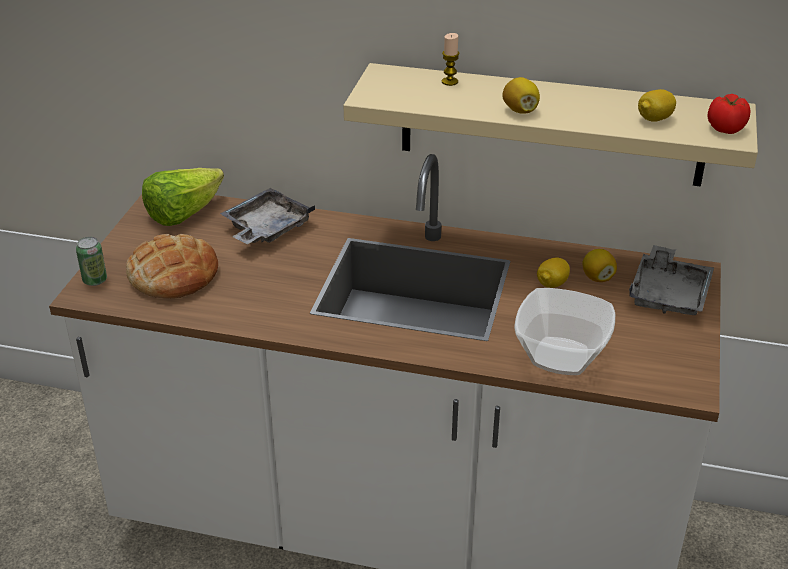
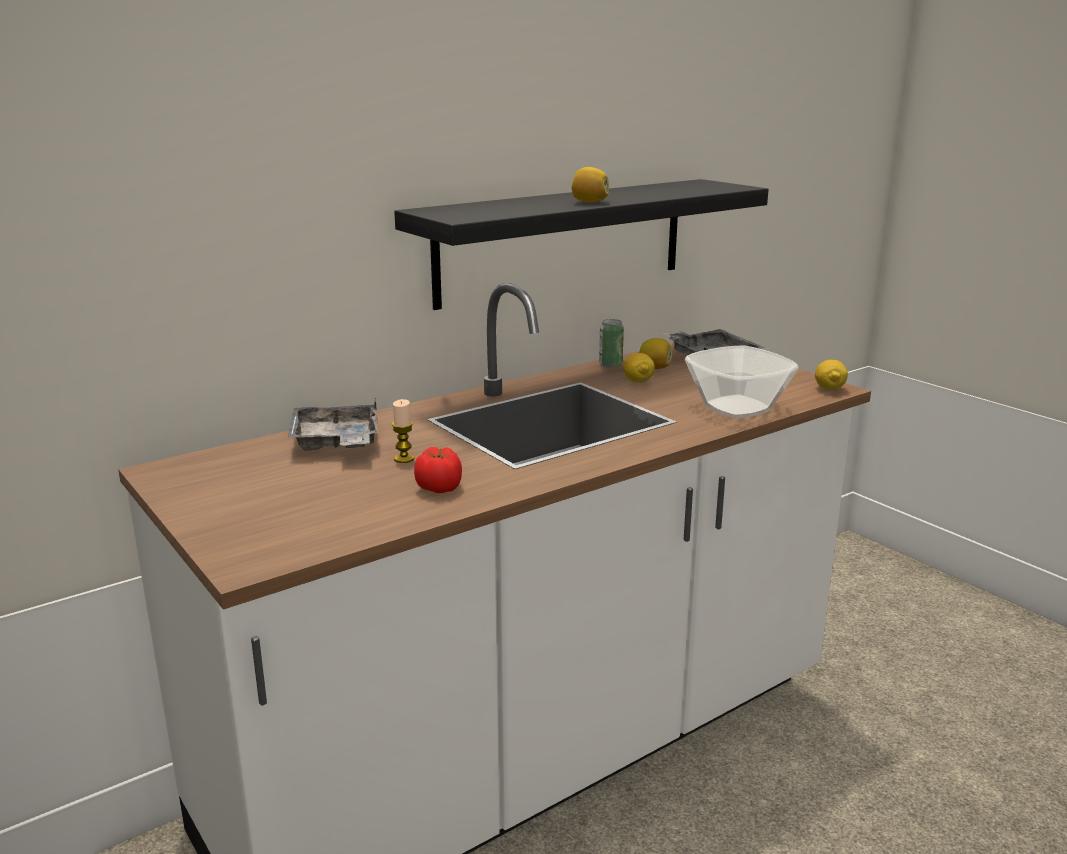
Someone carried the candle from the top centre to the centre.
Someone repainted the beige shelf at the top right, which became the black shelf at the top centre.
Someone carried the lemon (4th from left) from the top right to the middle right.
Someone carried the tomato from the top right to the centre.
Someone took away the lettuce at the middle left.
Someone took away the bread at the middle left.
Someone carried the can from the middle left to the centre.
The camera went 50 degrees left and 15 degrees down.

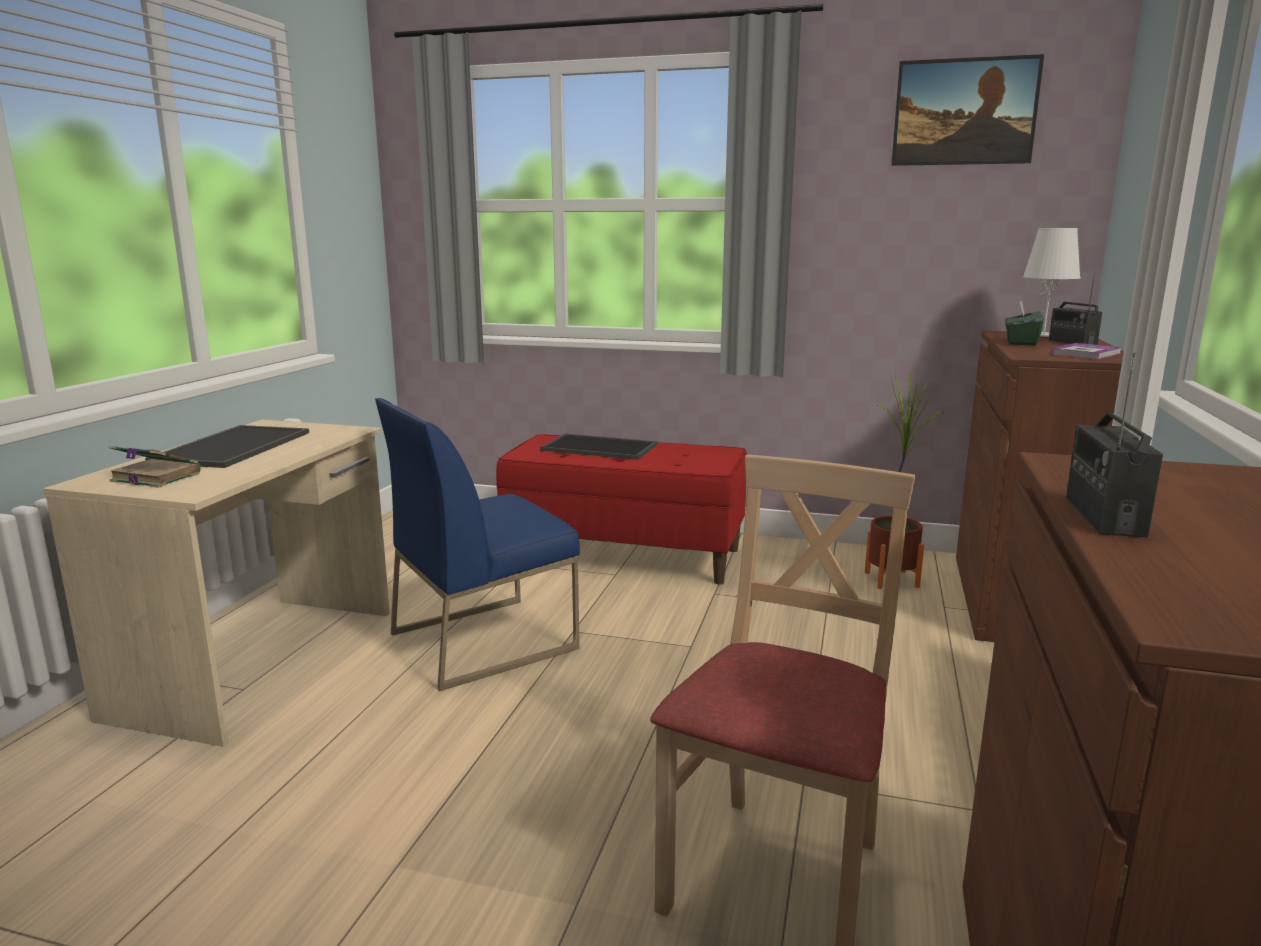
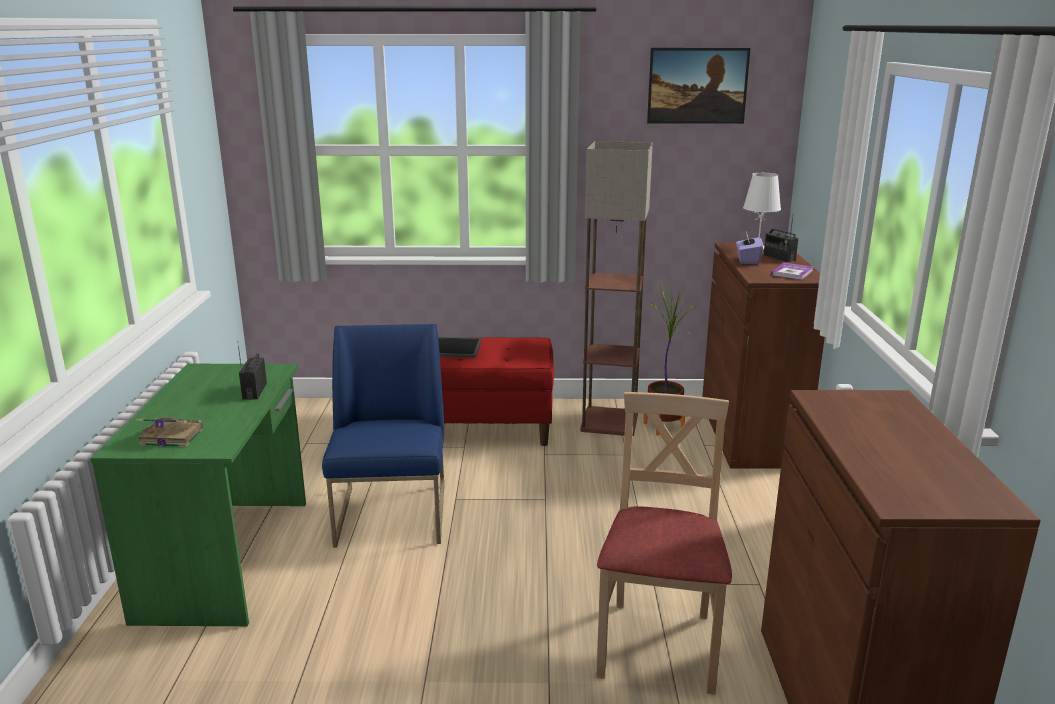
Someone repainted the green tissue box at the middle right, which became the purple tissue box at the middle right.
Someone carried the radio (2nd from left in the first image) from the middle right to the middle left.
Someone rotated the blue chair at the centre by 135 degrees clockwise.
Someone repainted the beige desk at the middle left, which became the green desk at the bottom left.
Someone took away the tray (1st from left) at the middle left.
Someone put down the floor lamp at the centre.
The camera went 15 degrees left and 5 degrees up.

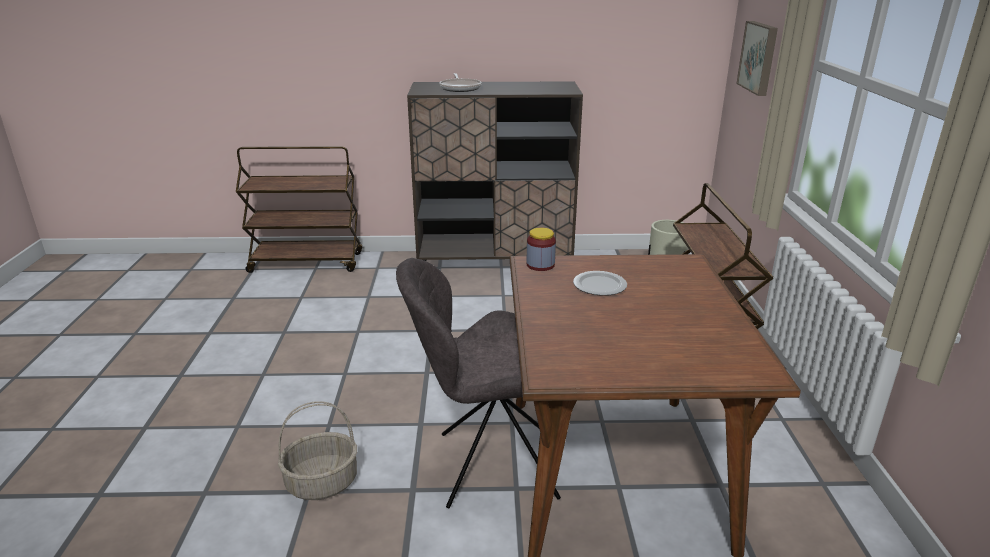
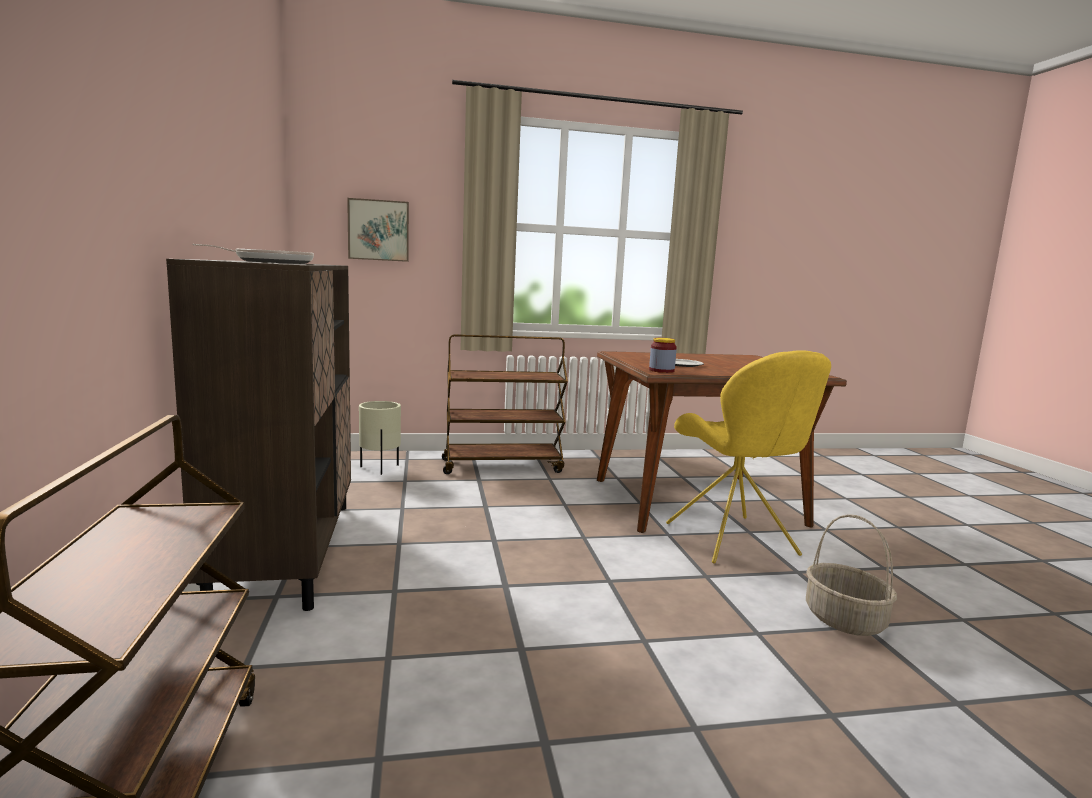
Someone repainted the grey chair at the bottom centre, which became the yellow chair at the middle right.
The camera went 100 degrees left and 15 degrees down.

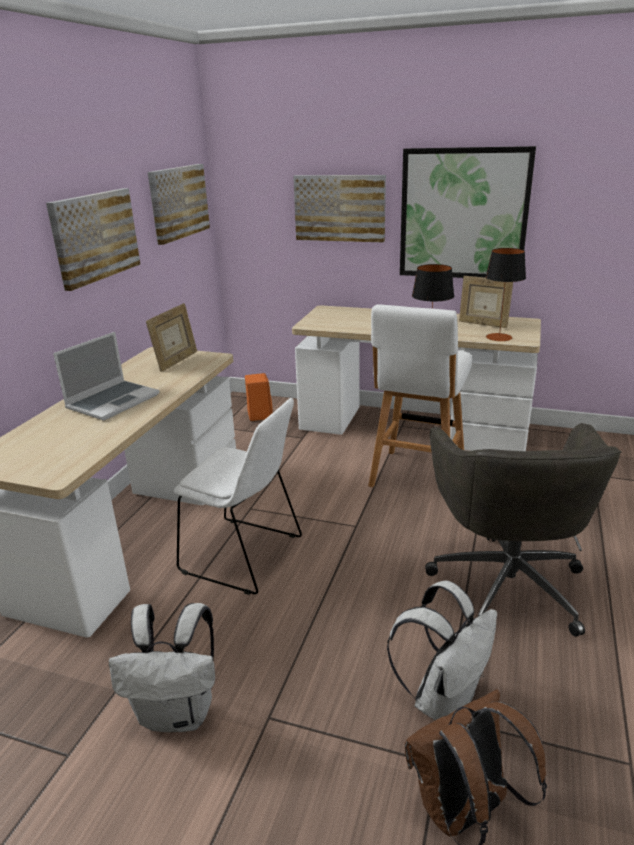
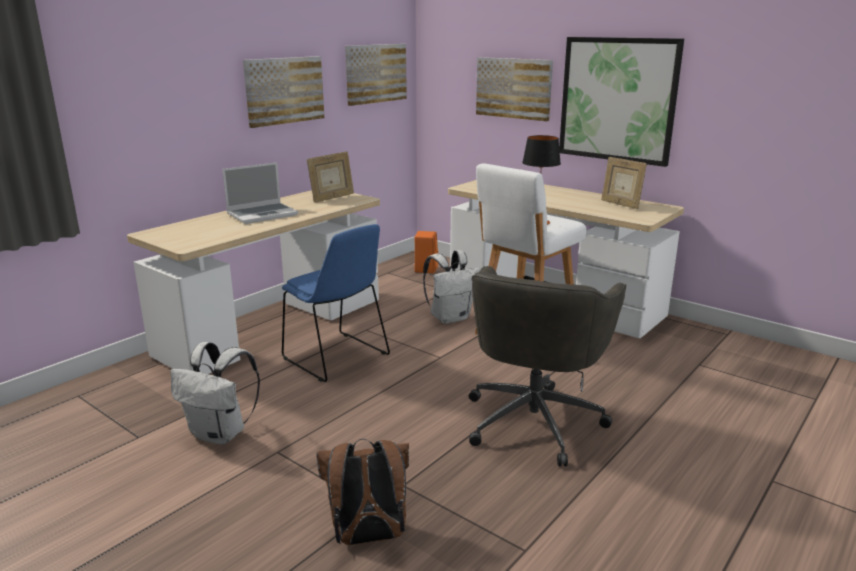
Someone took away the table lamp (2nd from left) at the middle right.
Someone repainted the white chair at the centre, which became the blue chair at the centre.
Someone carried the white backpack (2nd from left) from the bottom right to the centre.
The camera went 20 degrees right and 5 degrees down.

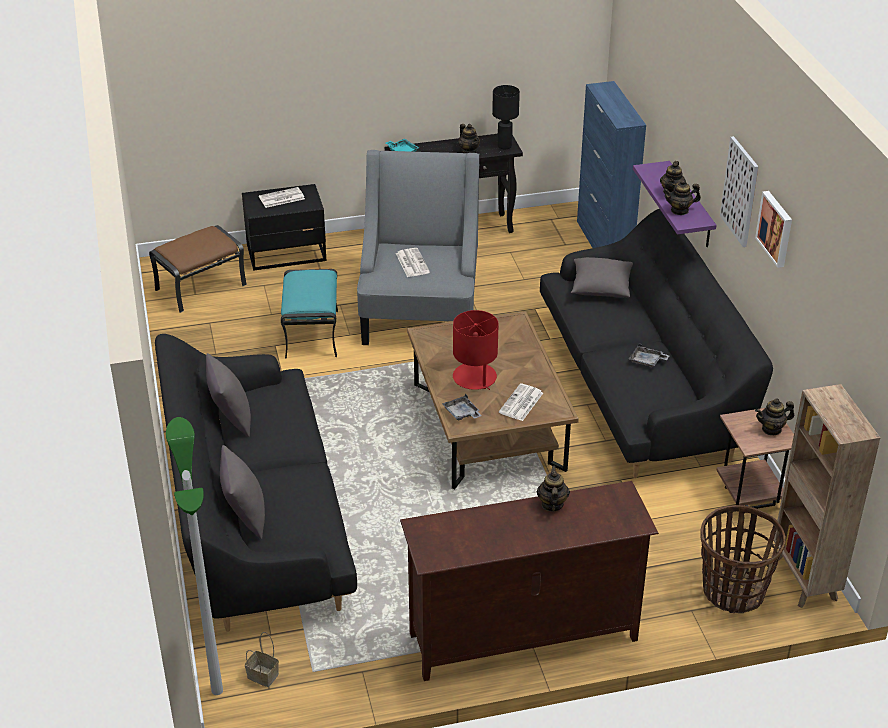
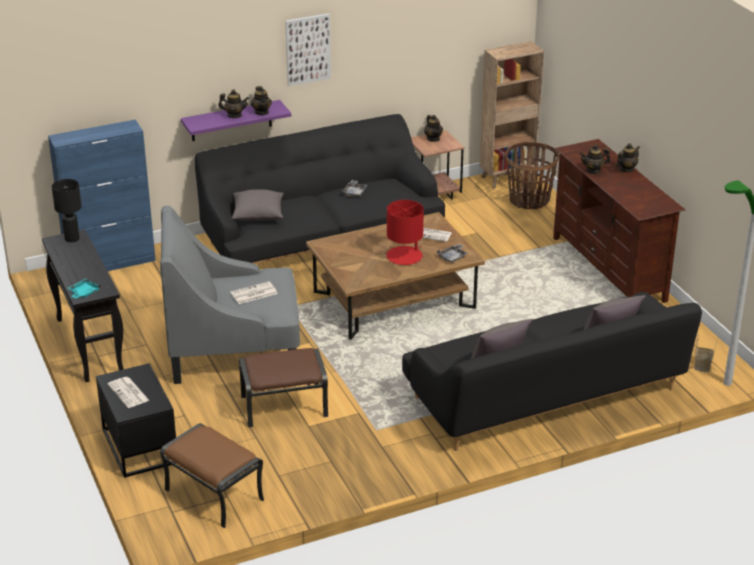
Someone carried the teapot (1st from left in the first image) from the top centre to the top right.
Someone took away the picture (2nd from left) at the top right.
Someone repainted the turquoise ottoman at the centre, which became the brown ottoman (2nd from left) at the bottom centre.
The camera went 100 degrees left and 5 degrees down.

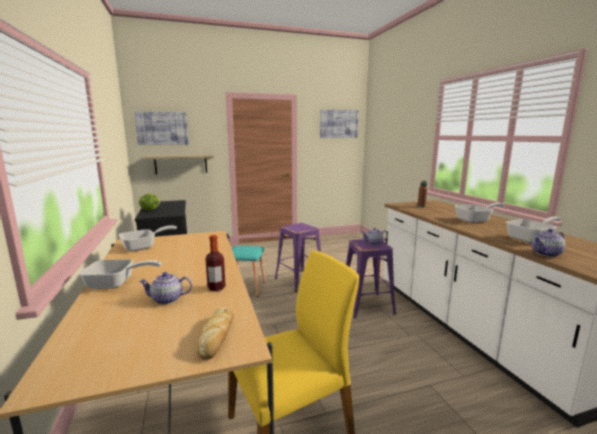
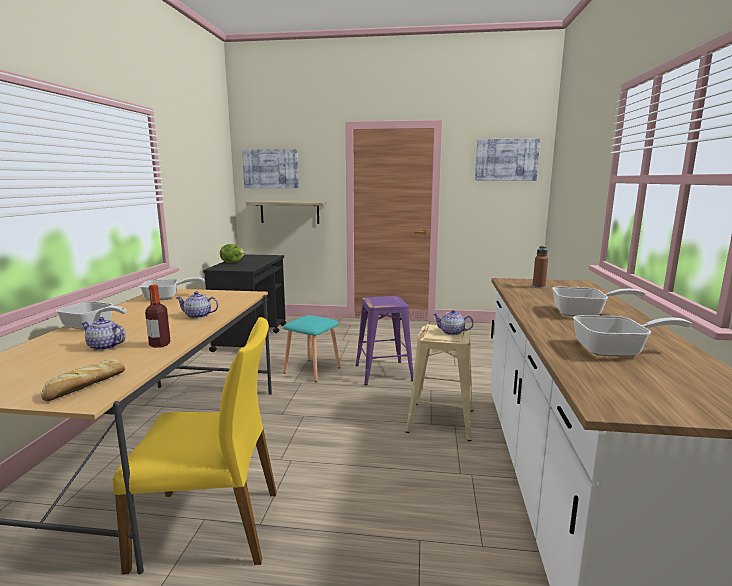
Someone carried the teapot (3rd from left in the first image) from the middle right to the middle left.
Someone repainted the purple stool (2nd from left) at the centre, which became the beige stool at the centre.
The camera went 25 degrees right and 0 degrees up.

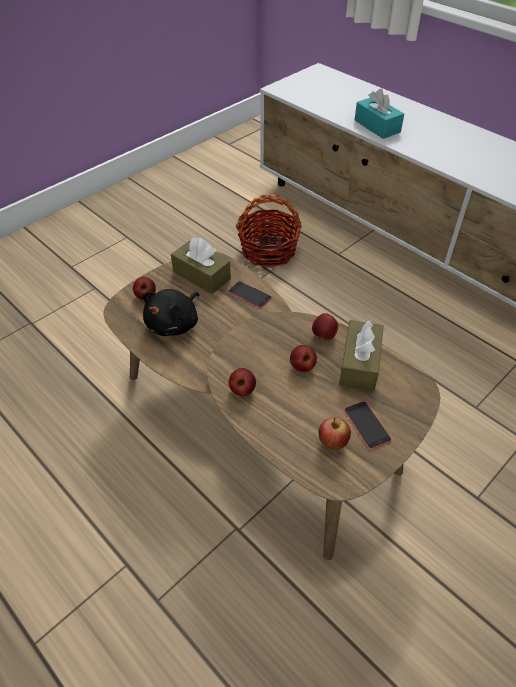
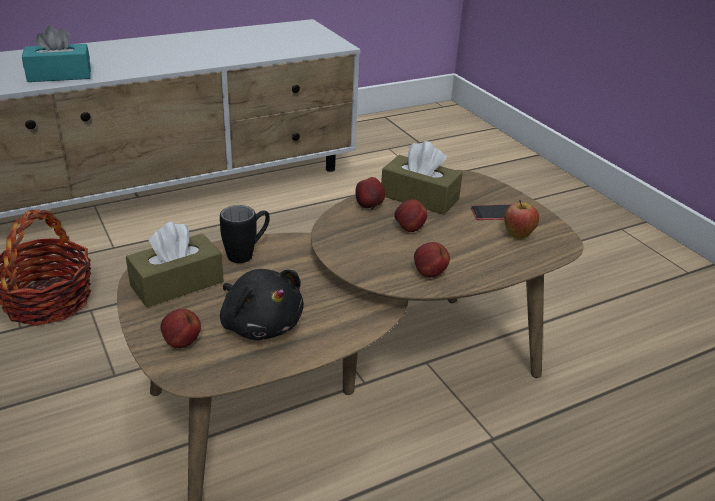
Someone swapped the phone (1st from left) at the centre for the black mug at the centre.
The camera went 75 degrees left and 15 degrees down.

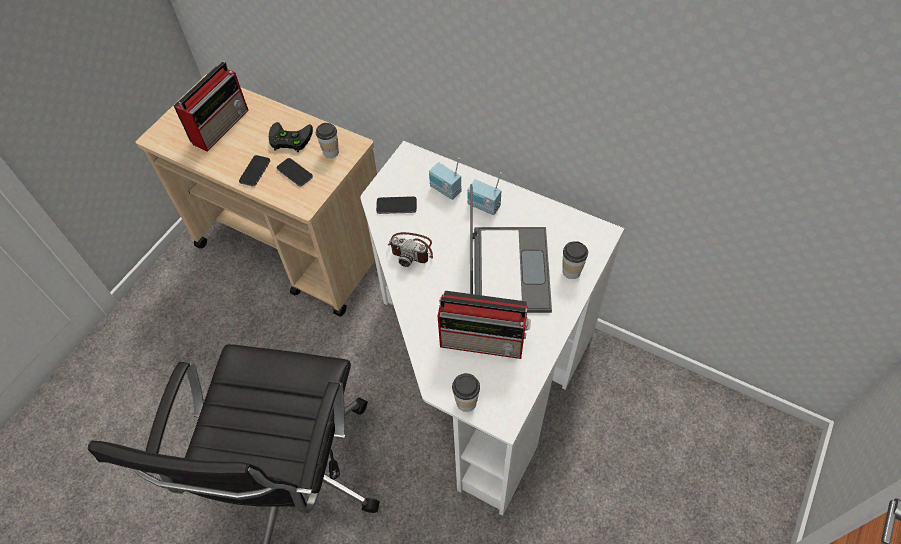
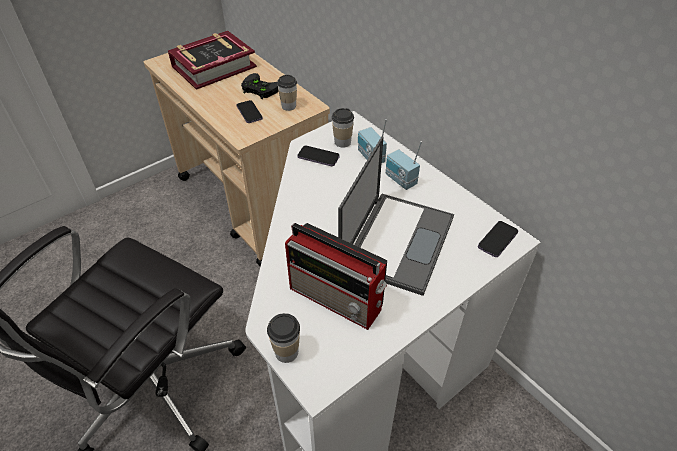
Someone swapped the radio (1st from left) at the top left for the book at the top left.
Someone carried the phone (1st from left in the first image) from the top left to the middle right.
Someone took away the photo camera at the centre.
Someone carried the cup (3rd from left) from the centre to the top centre.
The camera went 20 degrees right and 10 degrees down.

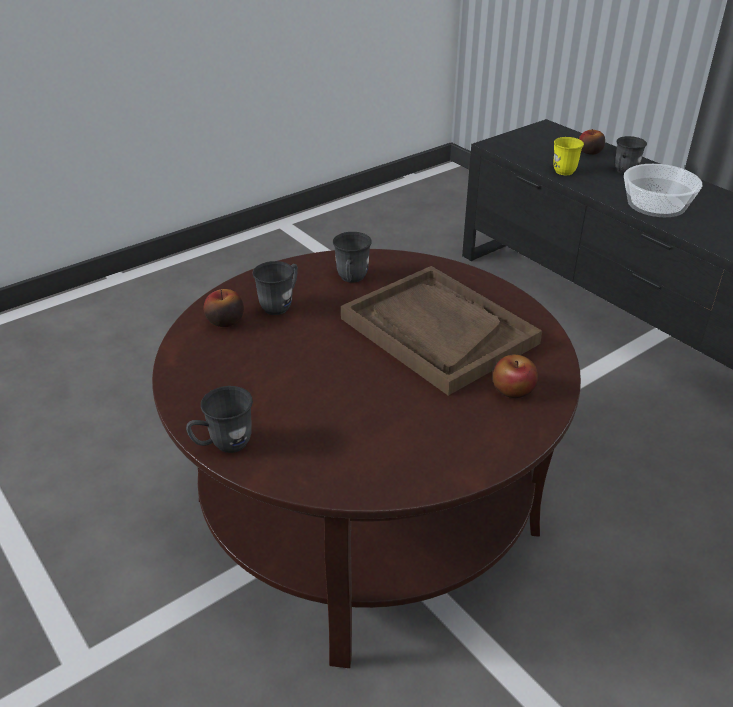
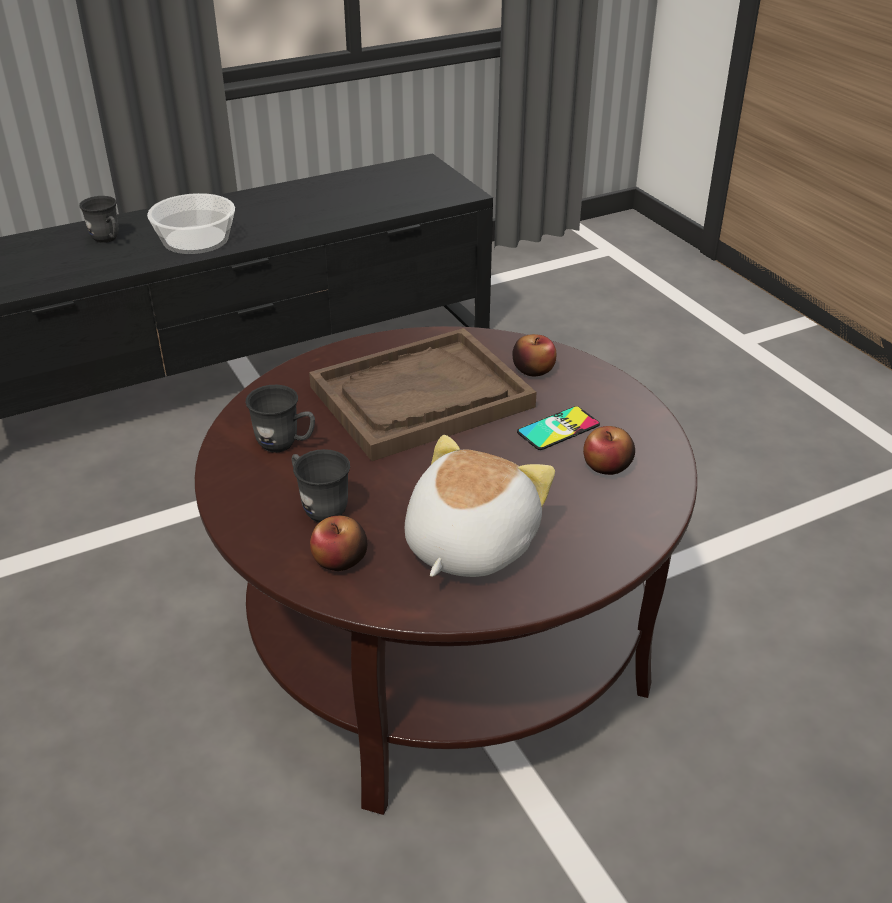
Someone carried the apple (3rd from left) from the top right to the middle right.
Someone took away the yellow mug at the top right.
Someone took away the grey mug (1st from left) at the middle left.
Someone put down the phone at the centre.
Someone put down the plush toy at the centre.
The camera went 80 degrees left and 0 degrees up.

